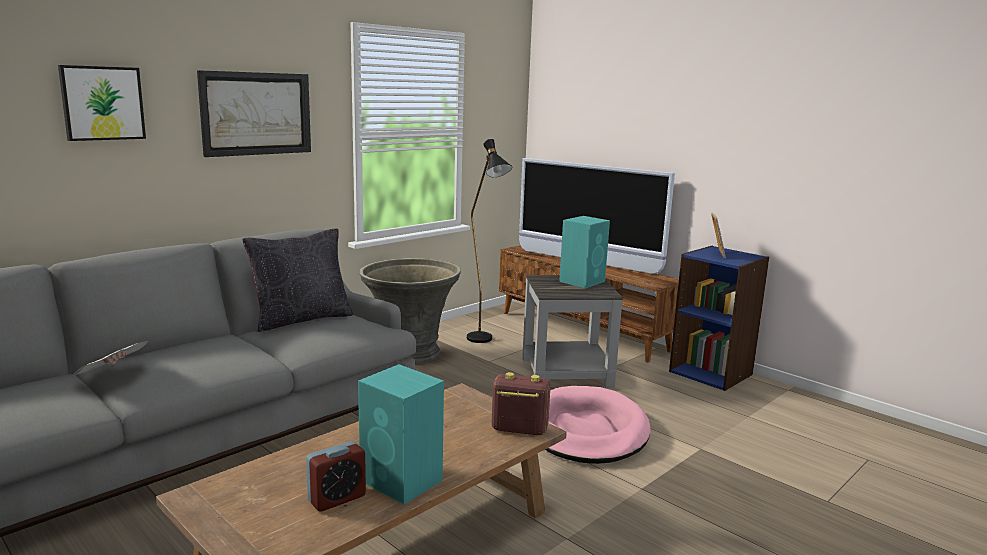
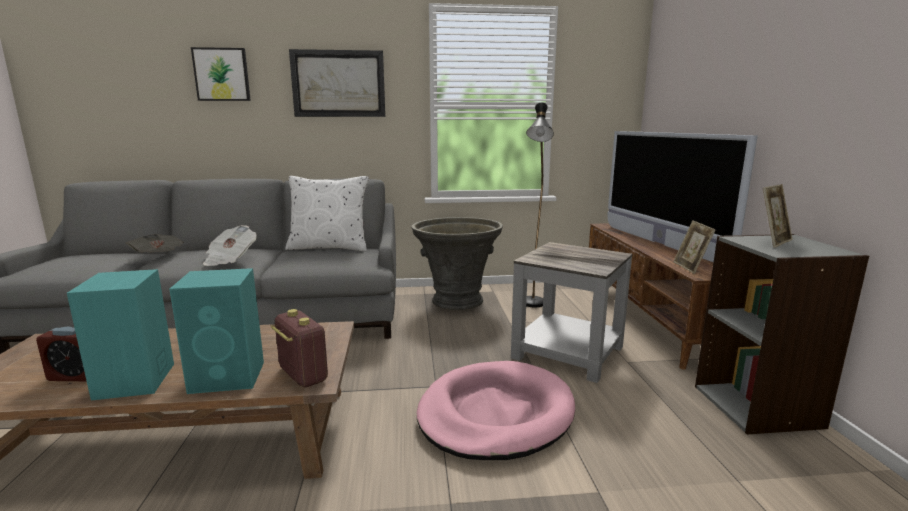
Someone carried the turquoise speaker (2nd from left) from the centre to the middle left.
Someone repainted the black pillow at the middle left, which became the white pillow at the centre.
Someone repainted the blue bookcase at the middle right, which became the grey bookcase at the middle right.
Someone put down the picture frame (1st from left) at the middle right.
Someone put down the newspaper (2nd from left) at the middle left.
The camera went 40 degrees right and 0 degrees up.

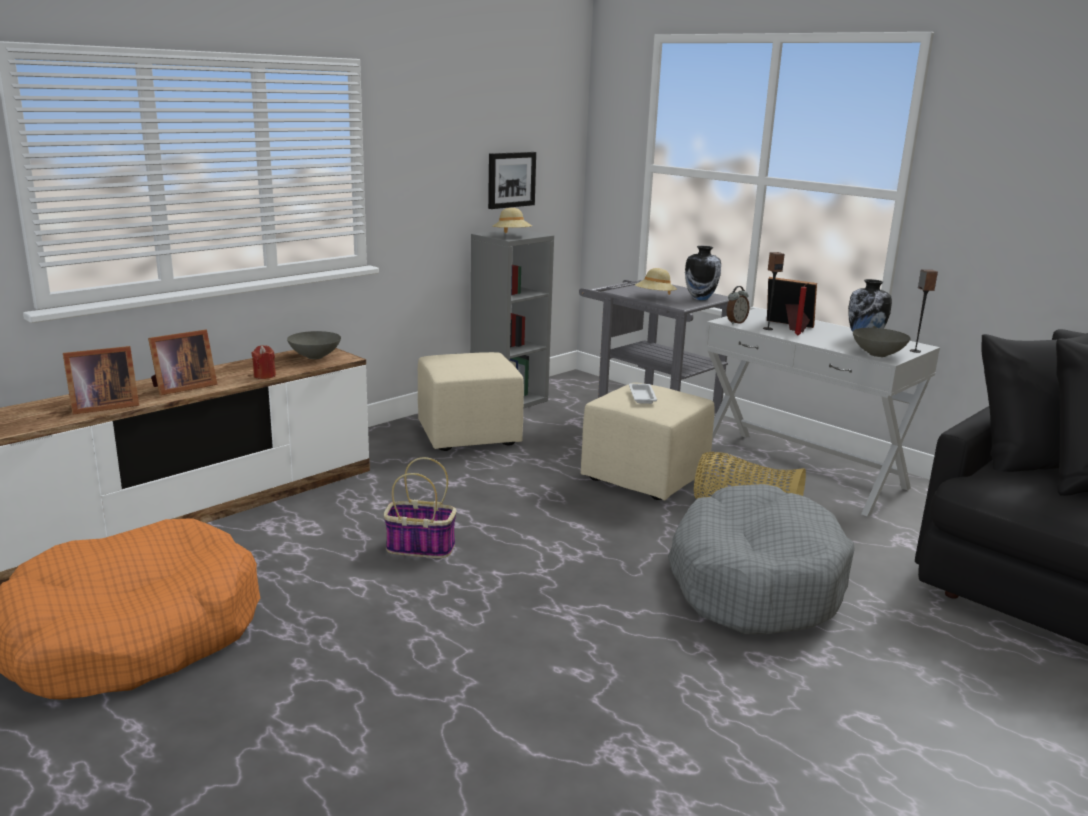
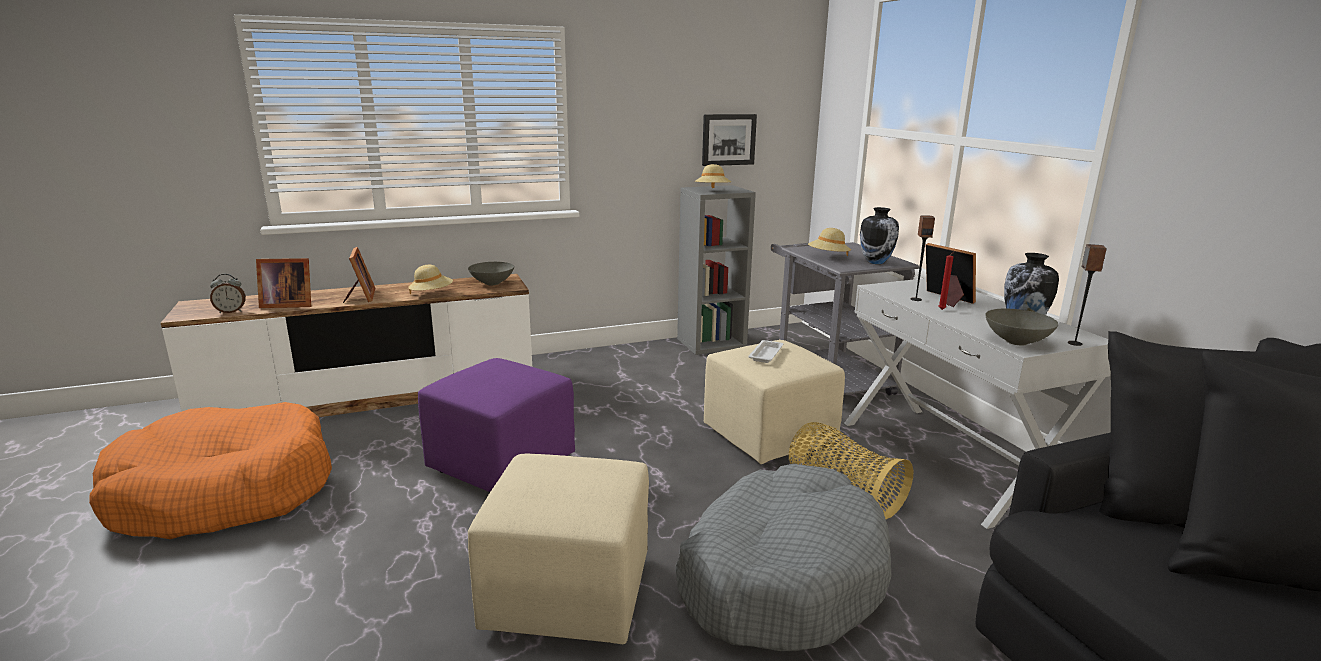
Someone carried the alarm clock from the middle right to the middle left.
Someone rotated the picture frame (2nd from left) at the middle left by 90 degrees counterclockwise.
Someone swapped the red candle (1st from left) at the middle left for the beige hat (1st from left) at the middle left.
Someone carried the beige ottoman (1st from left) from the centre to the bottom centre.
Someone swapped the basket (1st from left) at the centre for the purple ottoman at the centre.
The camera went 25 degrees right and 0 degrees up.

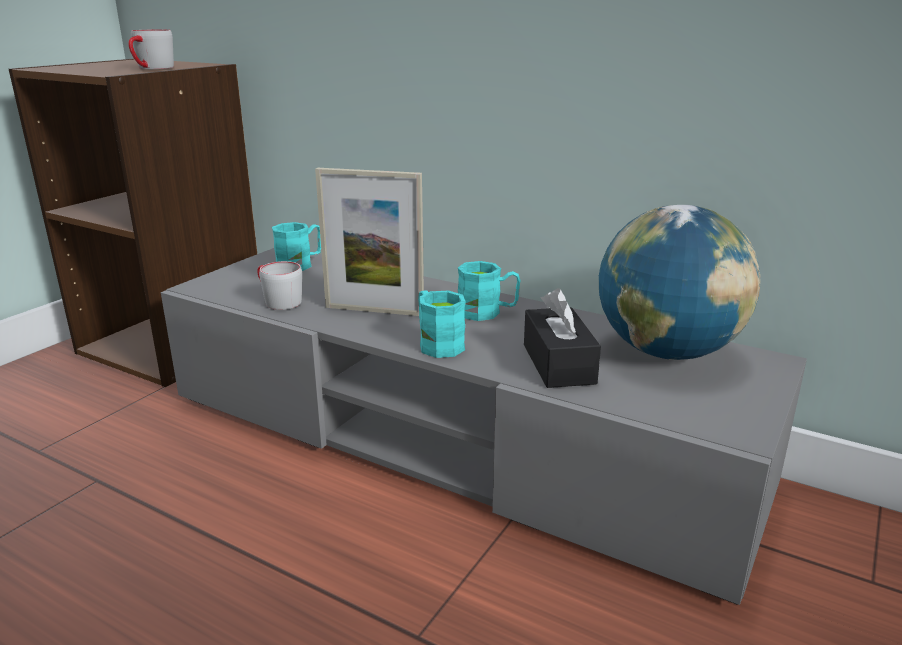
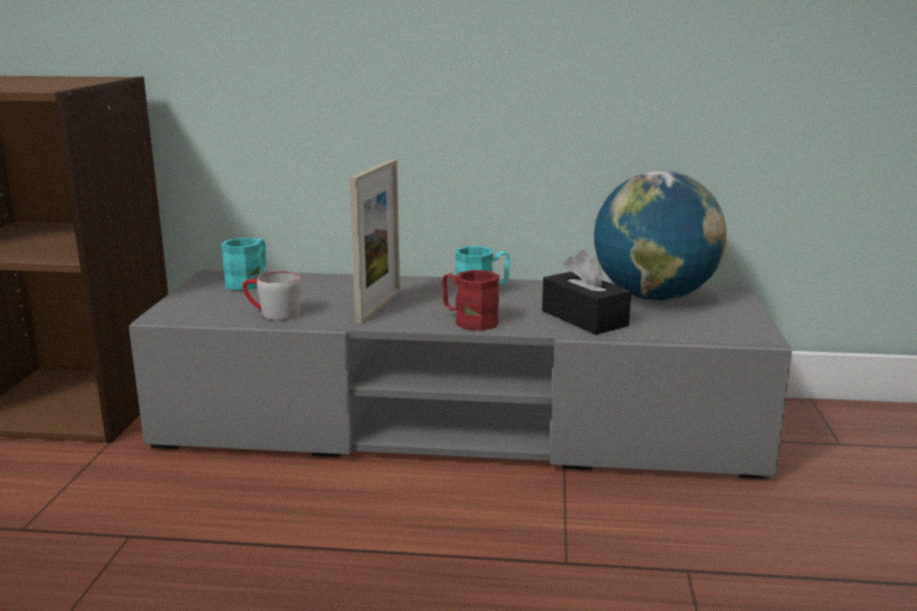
Someone took away the grey mug (1st from left) at the top left.
Someone rotated the picture frame at the centre by 60 degrees counterclockwise.
Someone repainted the turquoise mug (2nd from left) at the centre, which became the red mug at the centre.
The camera went 25 degrees left and 5 degrees down.

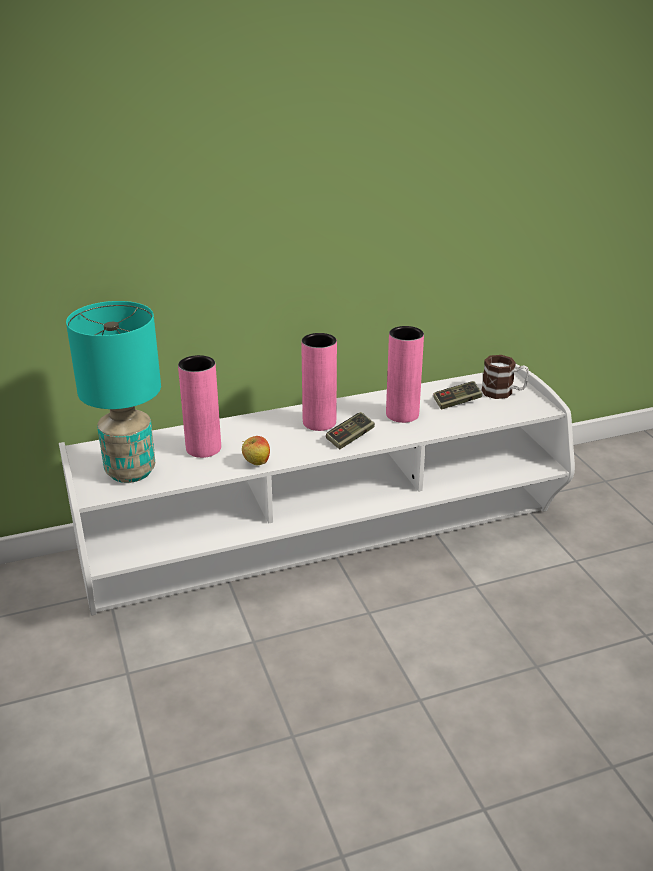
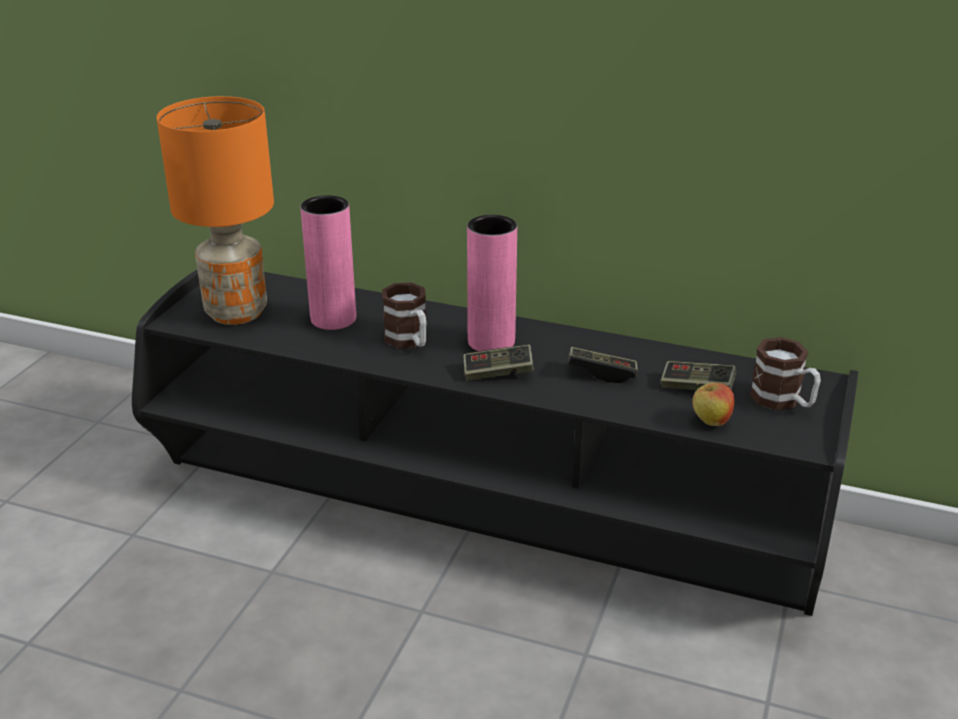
Someone repainted the turquoise table lamp at the middle left, which became the orange table lamp at the top left.
Someone swapped the pink vase (3rd from left) at the centre for the game controller (2nd from left) at the centre.
Someone repainted the white tv stand at the centre, which became the black tv stand at the centre.
Someone carried the apple from the centre to the middle right.
Someone put down the mug (1st from left) at the centre.
The camera went 40 degrees right and 0 degrees up.

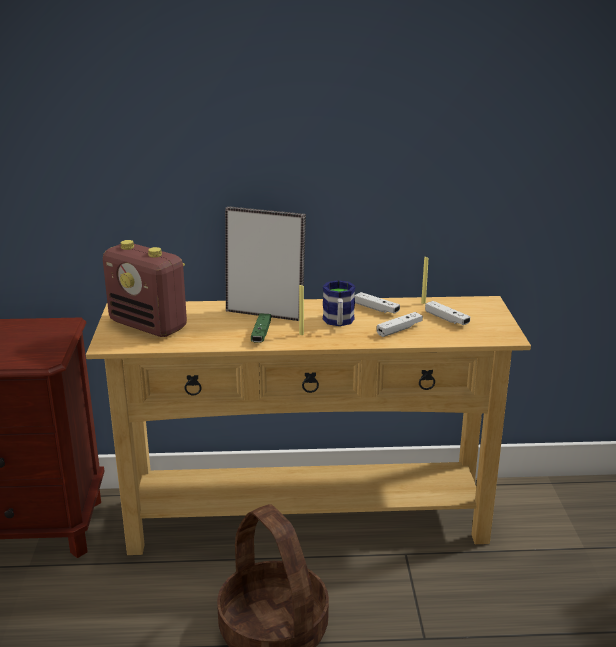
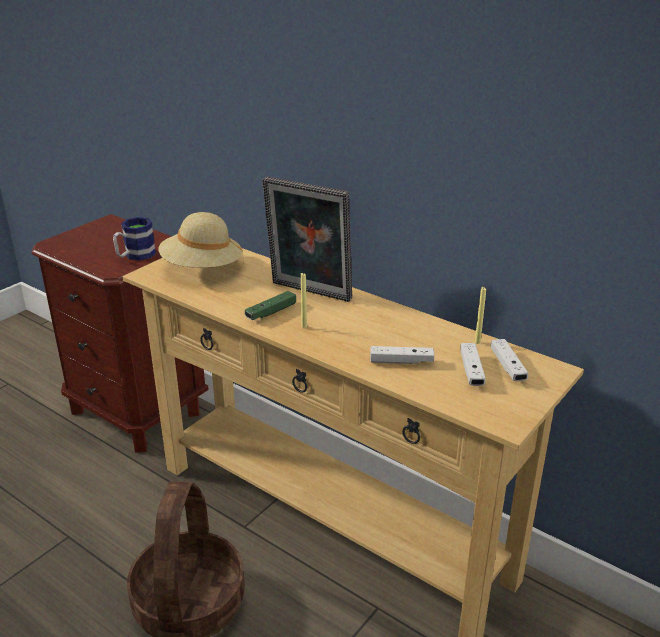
Someone rotated the picture frame at the centre by 150 degrees clockwise.
Someone swapped the radio at the middle left for the beige hat at the middle left.
Someone carried the mug from the centre to the middle left.
Someone carried the white game controller (1st from left in the first image) from the centre to the middle right.
The camera went 40 degrees right and 5 degrees up.

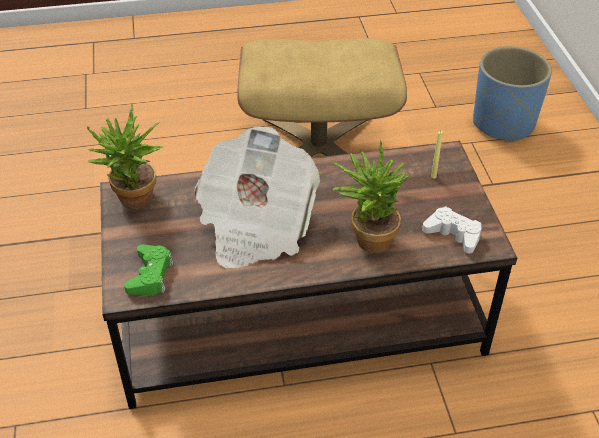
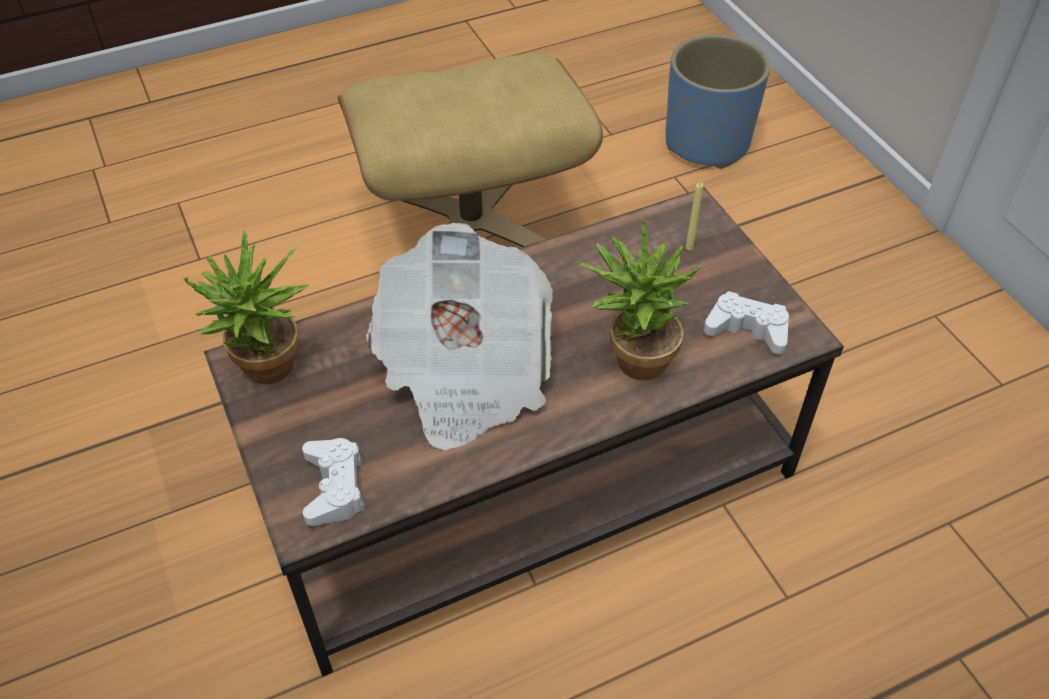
Someone repainted the green game controller at the middle left, which became the white game controller (1st from left) at the bottom left.
The camera went 15 degrees left and 5 degrees up.

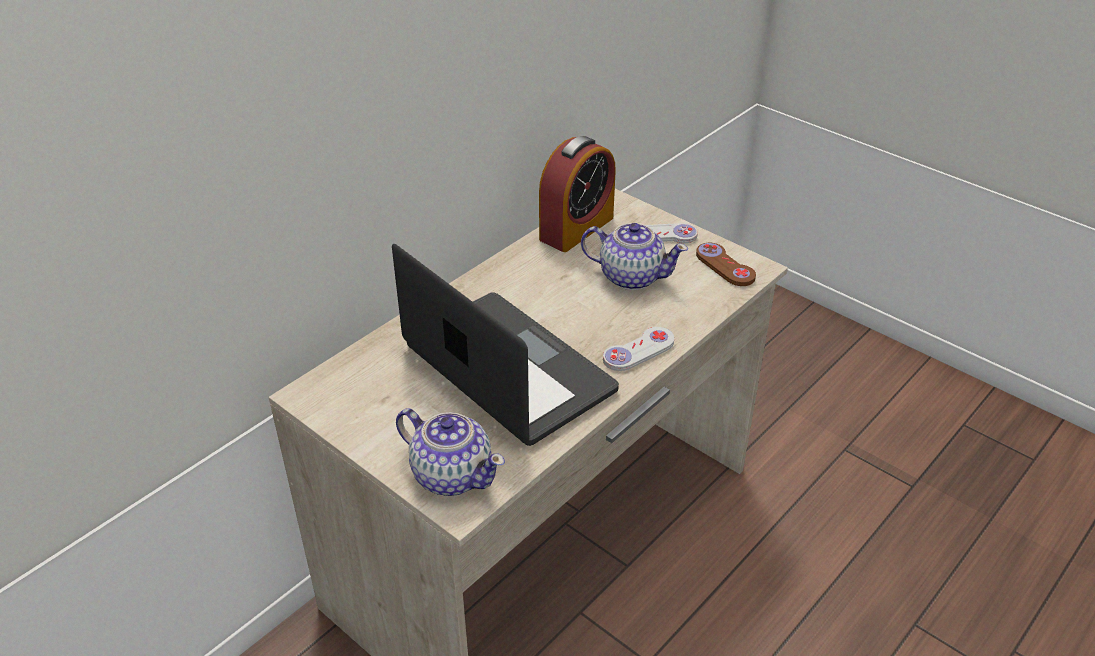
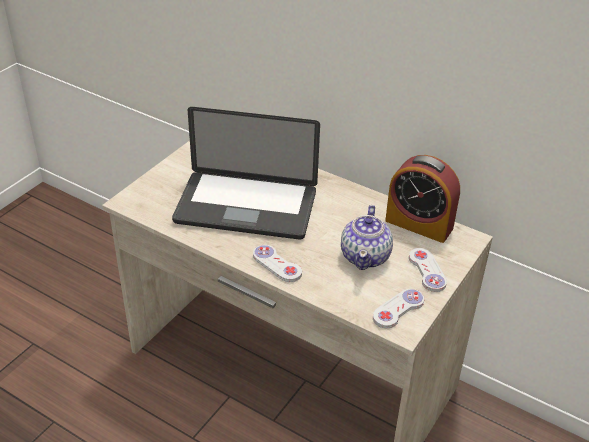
Someone repainted the brown game controller at the centre, which became the white game controller (2nd from left) at the bottom right.
Someone rotated the laptop at the centre by 60 degrees clockwise.
Someone took away the teapot (1st from left) at the bottom centre.
The camera went 80 degrees right and 0 degrees up.

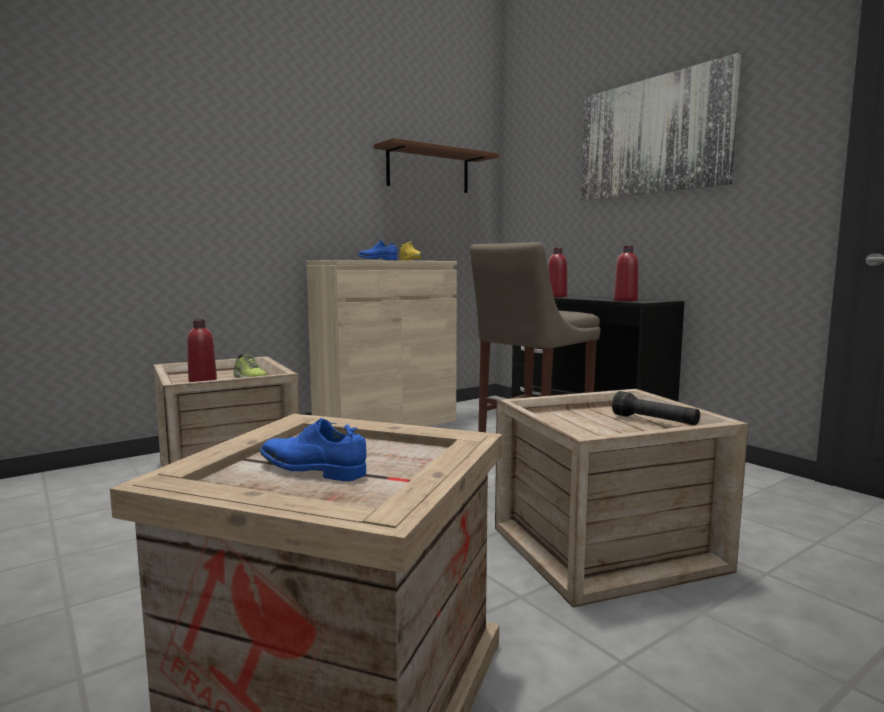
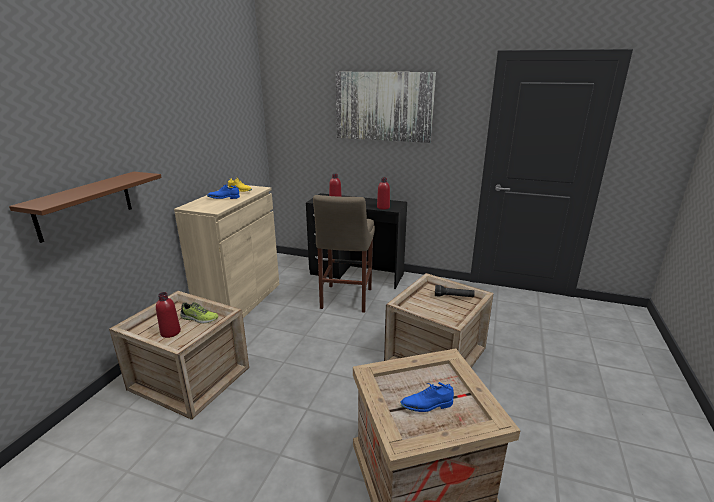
Someone carried the brown shelf from the top centre to the middle left.
The camera went 35 degrees left and 15 degrees up.

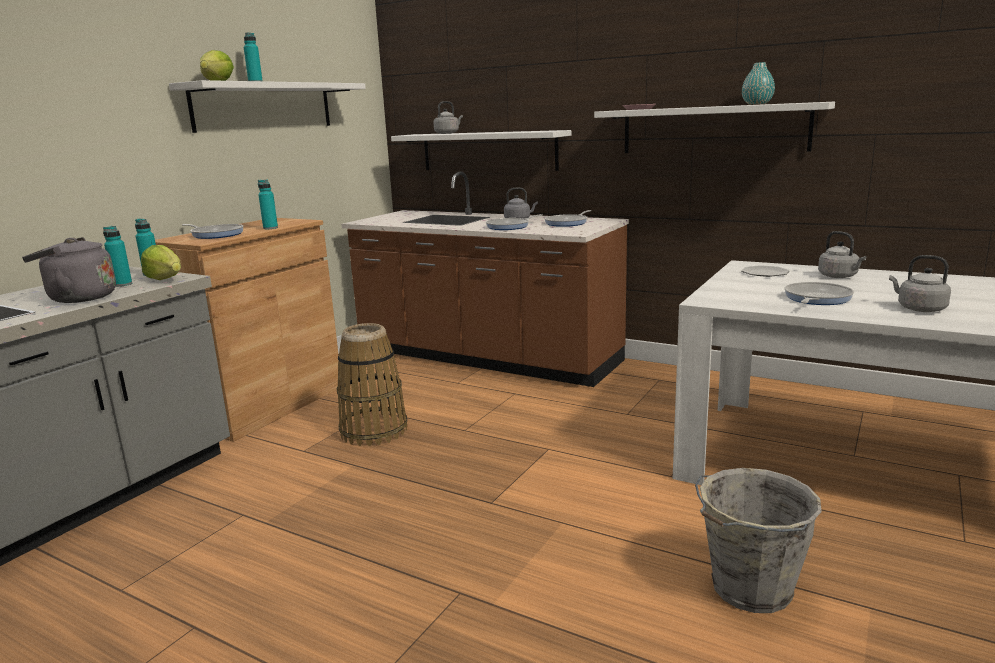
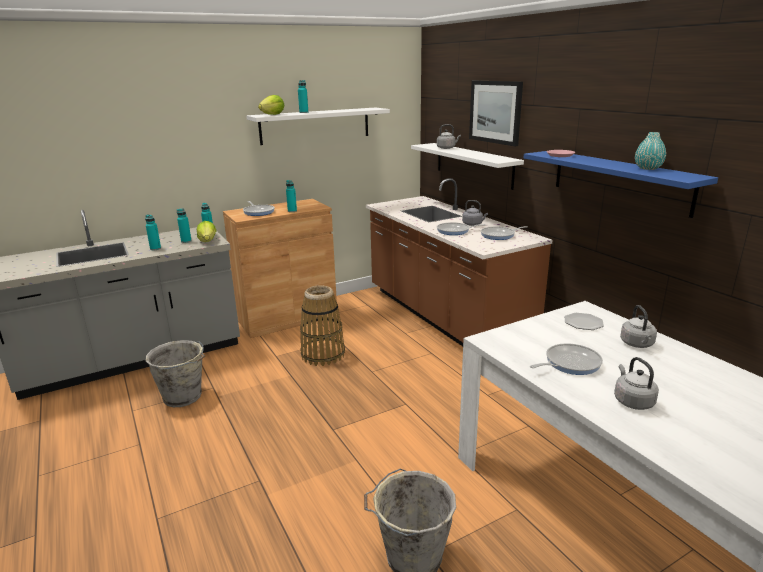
Someone repainted the white shelf (3rd from left) at the top right, which became the blue shelf at the top right.
Someone swapped the grey kettle (1st from left) at the middle left for the turquoise bottle (1st from left) at the middle left.
Someone put up the picture at the top centre.
Someone put down the grey bucket (1st from left) at the middle left.
The camera went 30 degrees right and 5 degrees up.

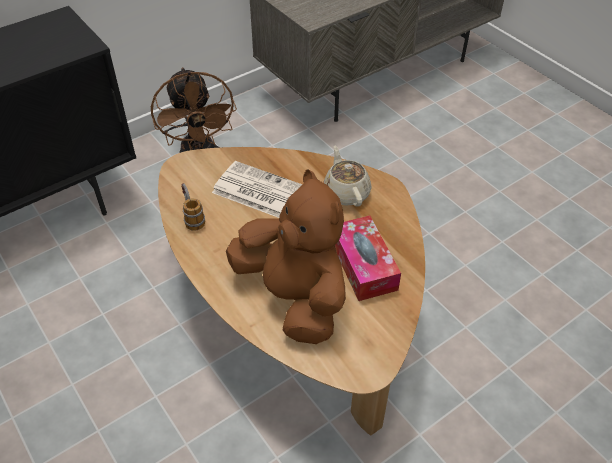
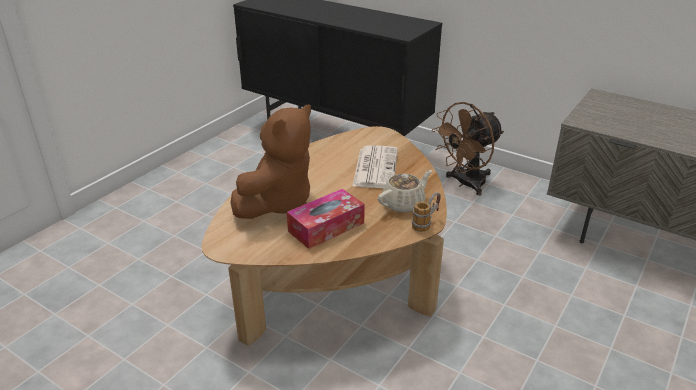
Someone carried the mug from the middle left to the centre.
The camera went 70 degrees right and 15 degrees down.

